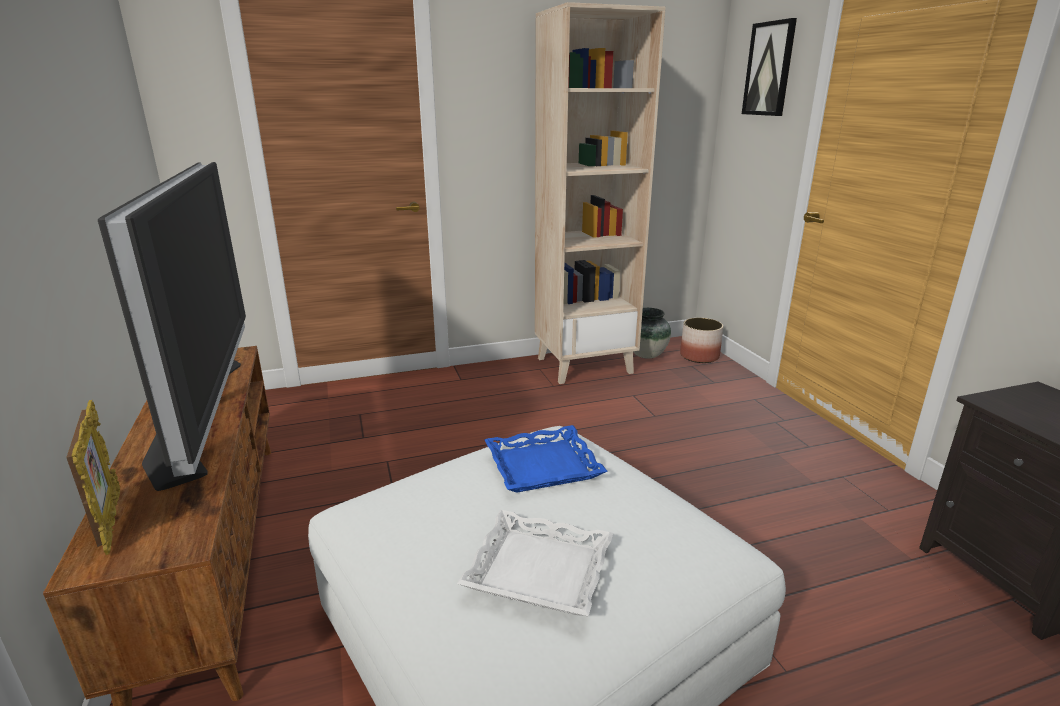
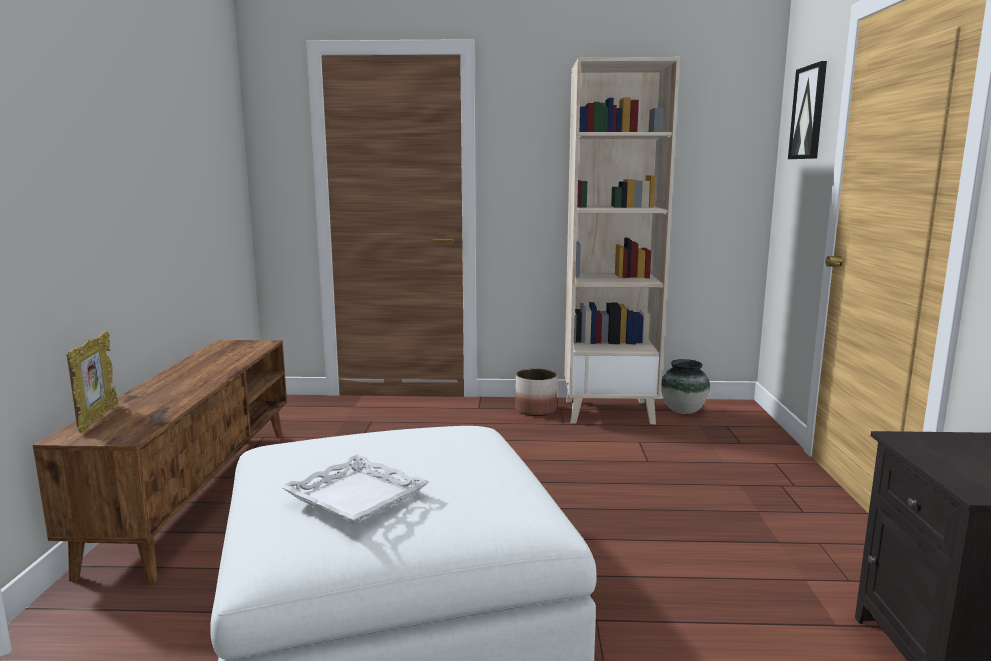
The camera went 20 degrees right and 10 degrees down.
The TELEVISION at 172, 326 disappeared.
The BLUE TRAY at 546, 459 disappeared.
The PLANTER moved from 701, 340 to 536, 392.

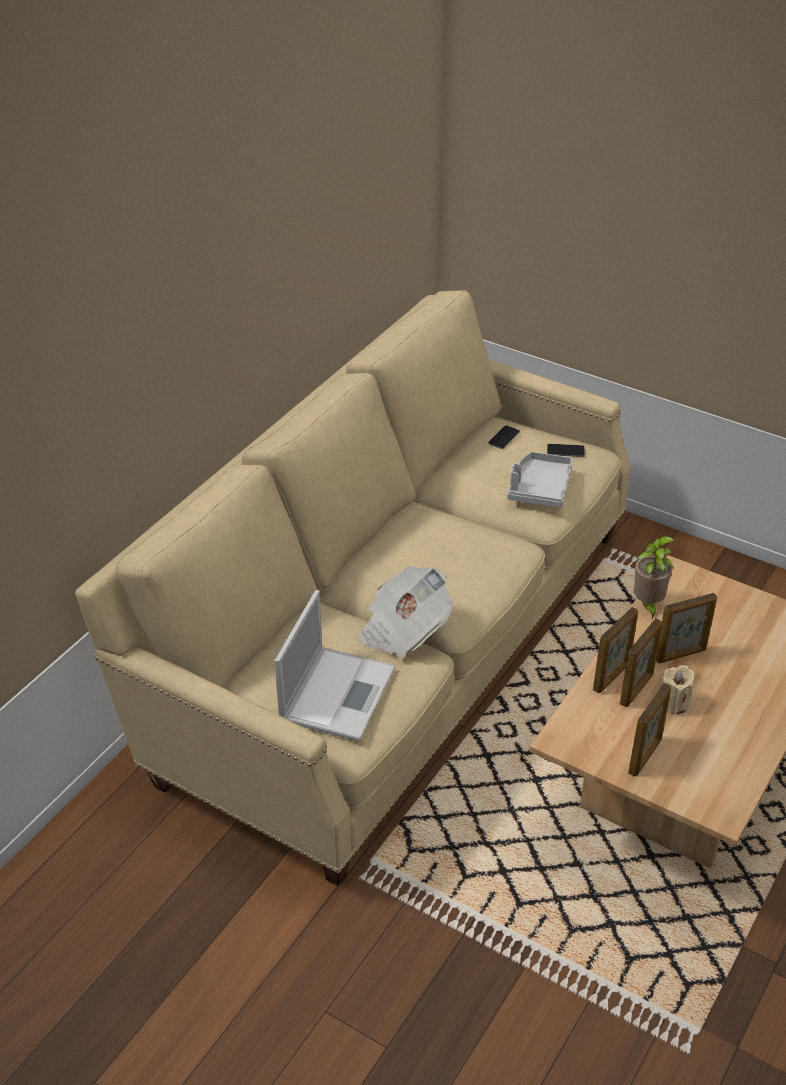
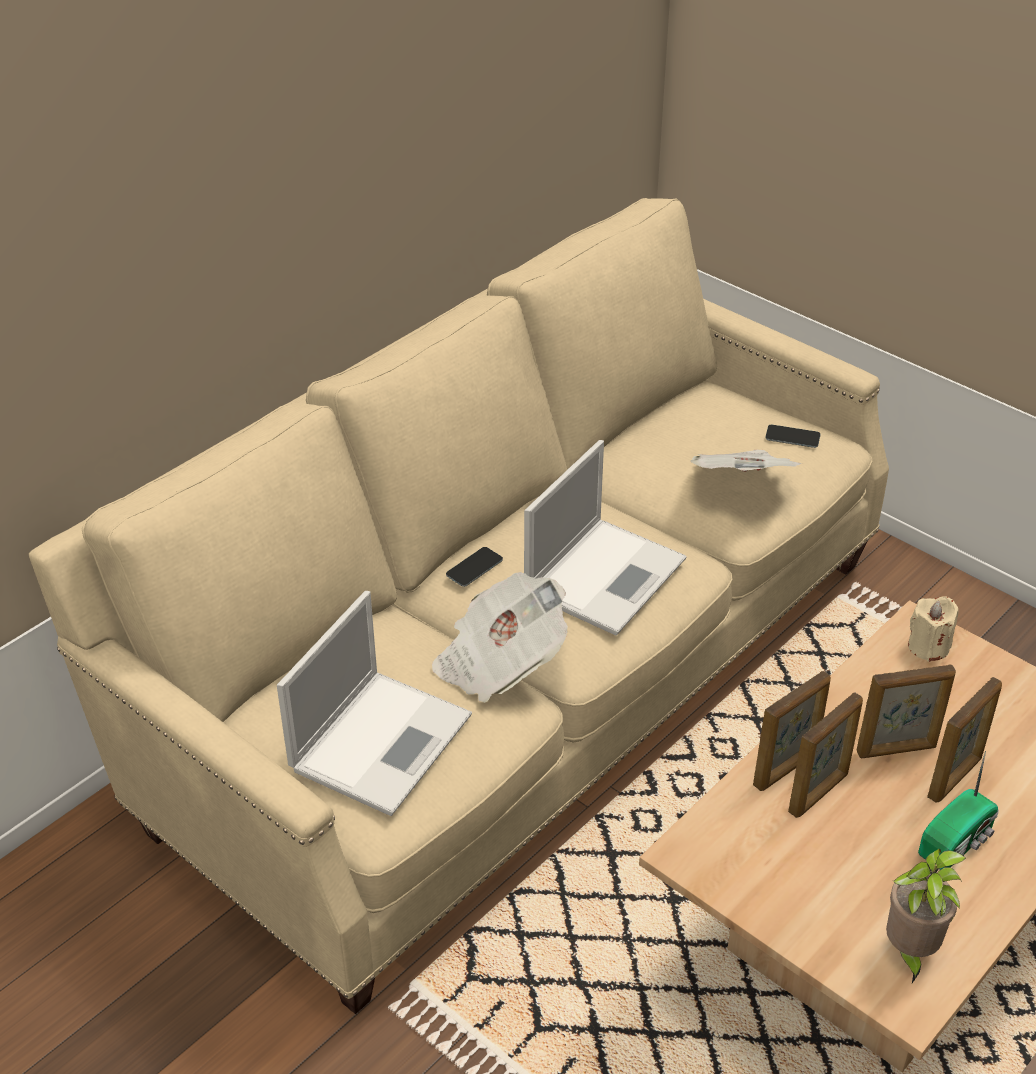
The camera went 10 degrees right and 0 degrees up.
The PHONE moved from 504, 437 to 474, 567.
The GREY TRAY at 540, 479 was replaced by the NEWSPAPER at 746, 461.
The PICTURE FRAME moved from 649, 729 to 964, 740.
The POTTED PLANT moved from 654, 577 to 926, 916.
The BEIGE CANDLE moved from 677, 690 to 933, 629.
The LAPTOP at 605, 537 appeared.
The RADIO at 958, 810 appeared.

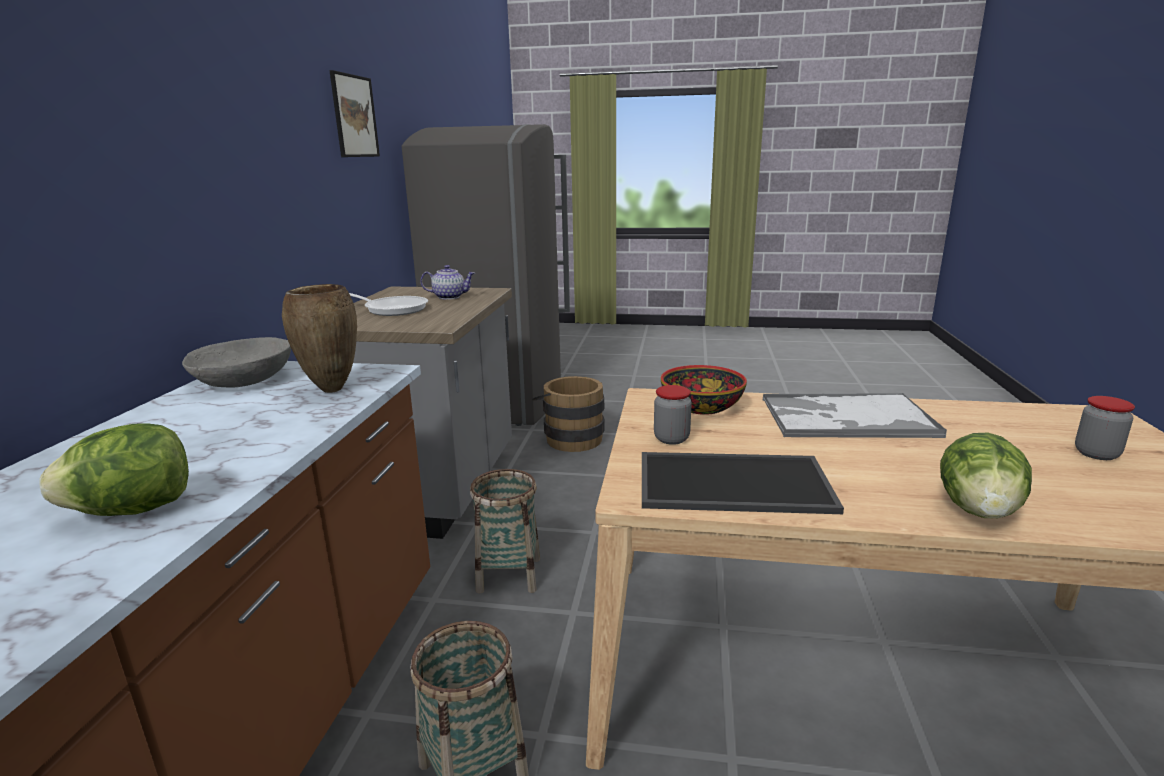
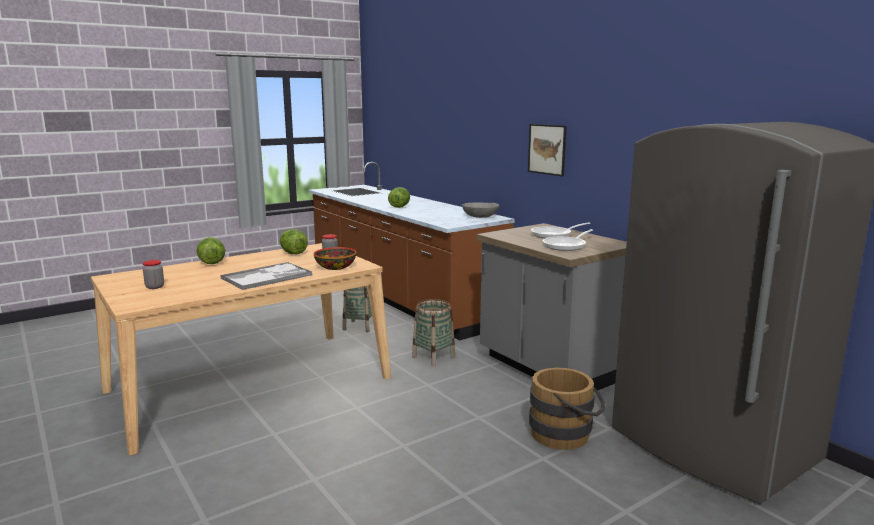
The camera went 135 degrees right and 5 degrees down.
The BROWN VASE at 319, 338 disappeared.
The PICTURE moved from 354, 113 to 547, 150.
The TEAPOT at 447, 282 was replaced by the FRYING PAN at 567, 240.
The TRAY at 743, 483 was replaced by the LETTUCE at 294, 241.

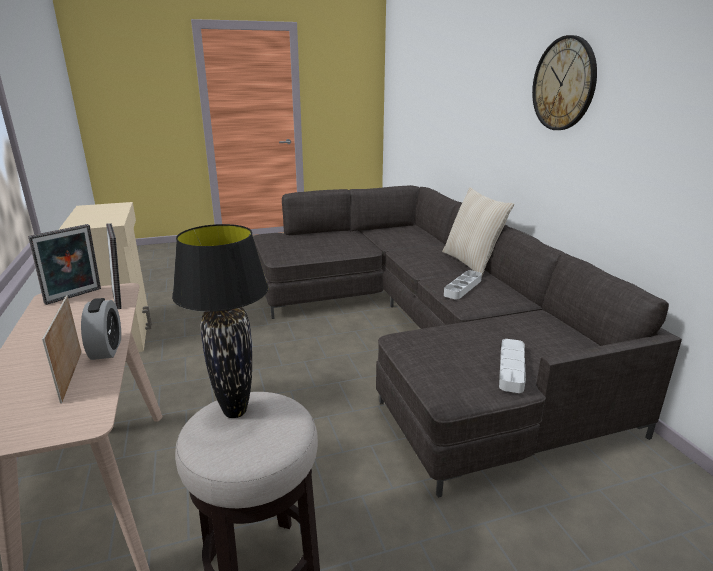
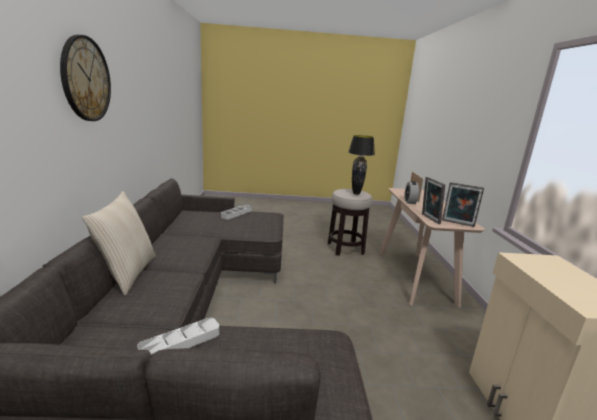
The camera went 165 degrees left and 5 degrees down.
The PICTURE FRAME at 64, 264 turned 120 degrees counterclockwise.
The GREY TRAY moved from 463, 284 to 178, 336.

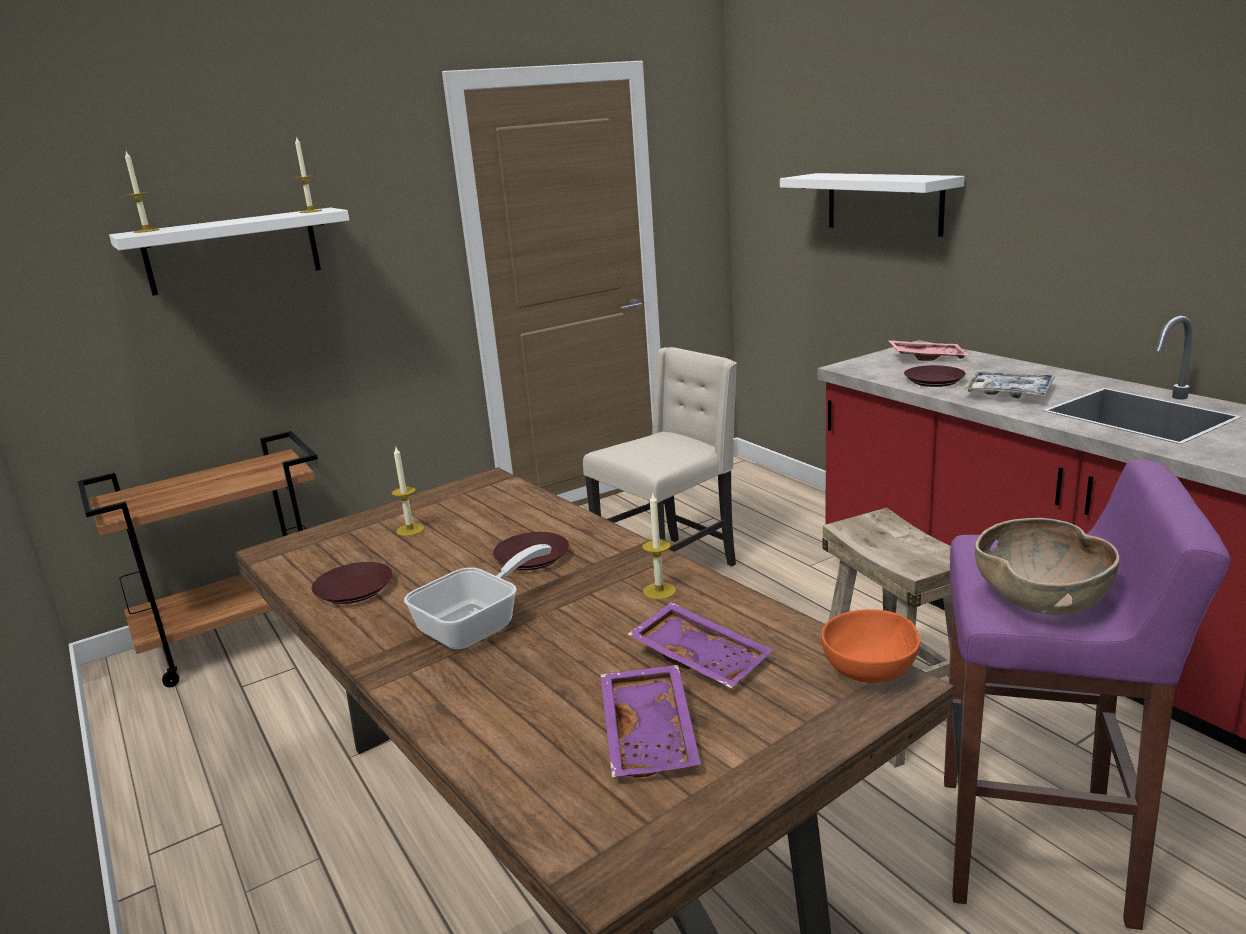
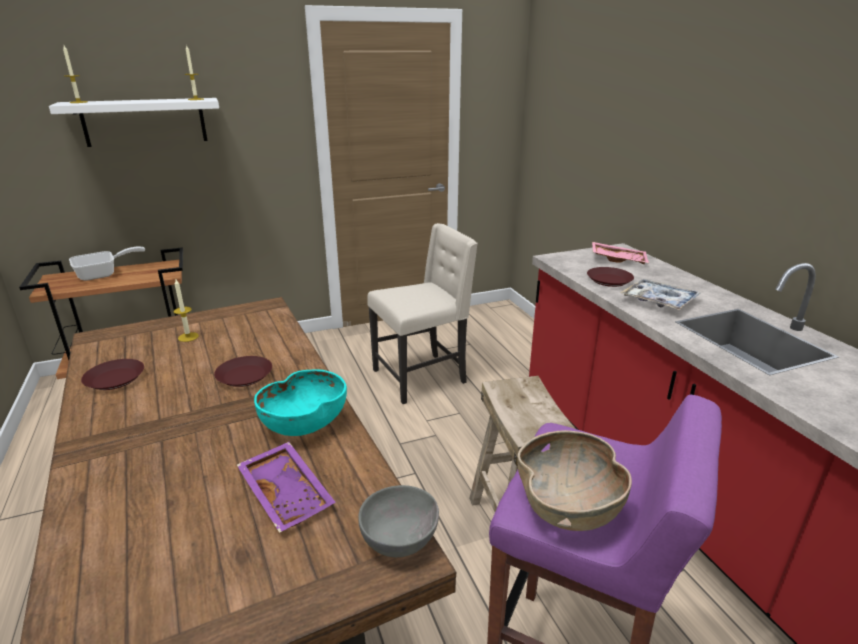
The camera went 10 degrees right and 5 degrees up.
The FRYING PAN moved from 477, 597 to 107, 264.
The PURPLE TRAY at 650, 721 disappeared.
The CANDLE at 659, 546 was replaced by the TURQUOISE BOWL at 300, 403.
The WHITE SHELF at 872, 205 disappeared.
The ORANGE BOWL at 870, 646 became the GREY BOWL at 398, 521.

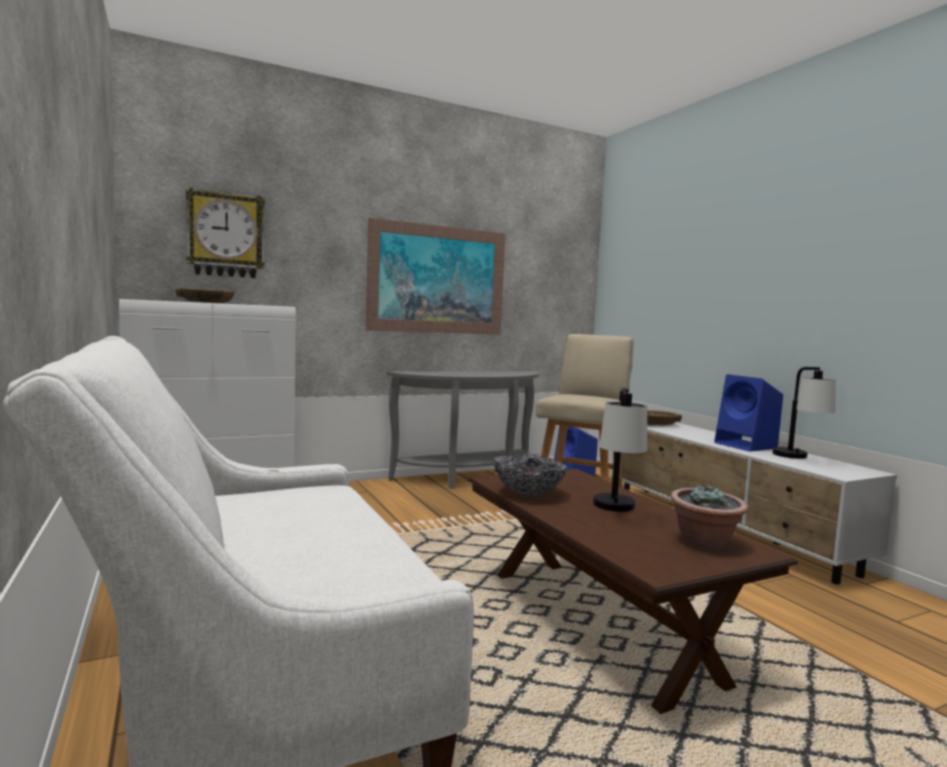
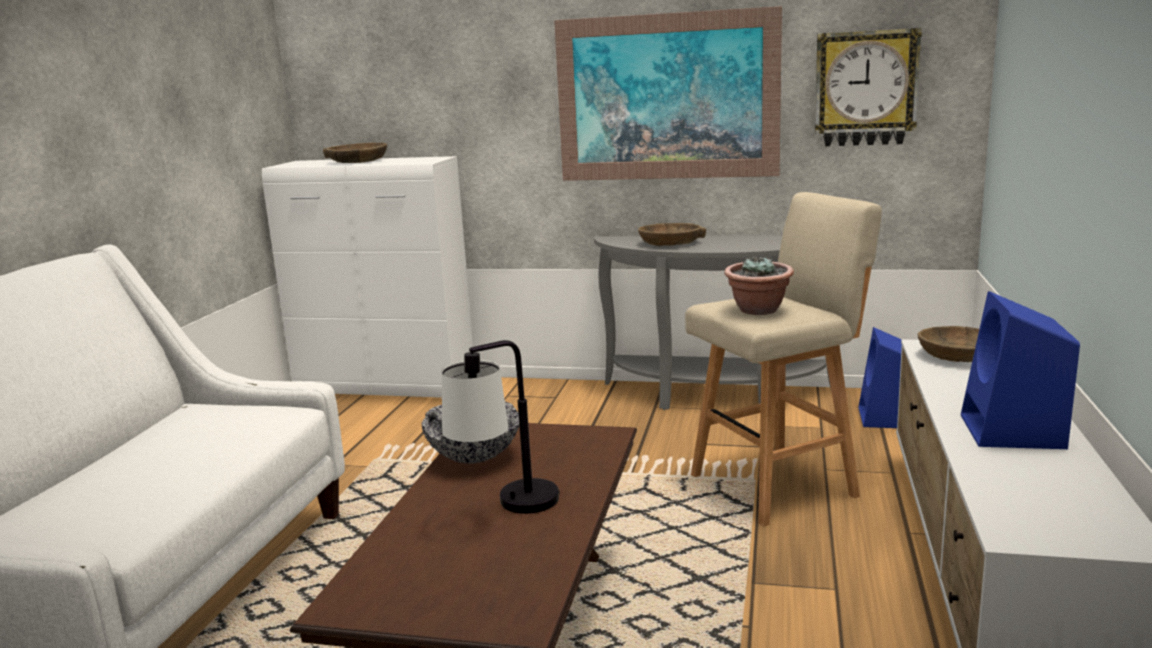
The camera went 40 degrees right and 10 degrees up.
The WALL CLOCK moved from 225, 232 to 868, 87.
The POTTED PLANT moved from 709, 516 to 759, 285.
The TABLE LAMP at 804, 413 disappeared.
The BROWN BOWL at 672, 234 appeared.

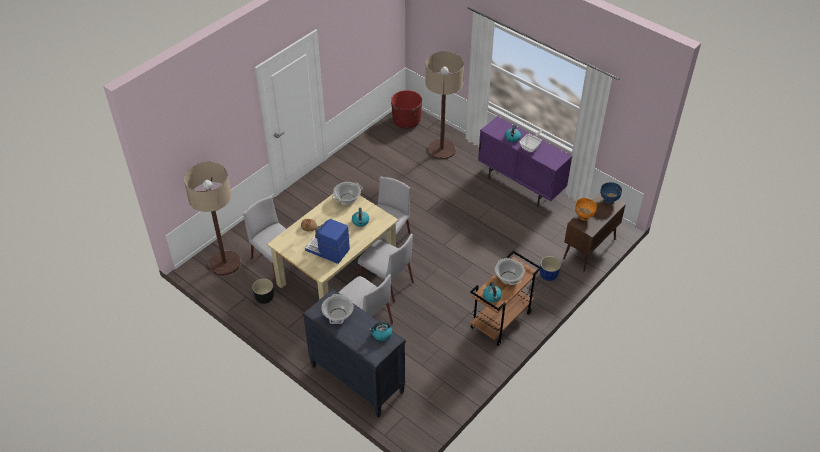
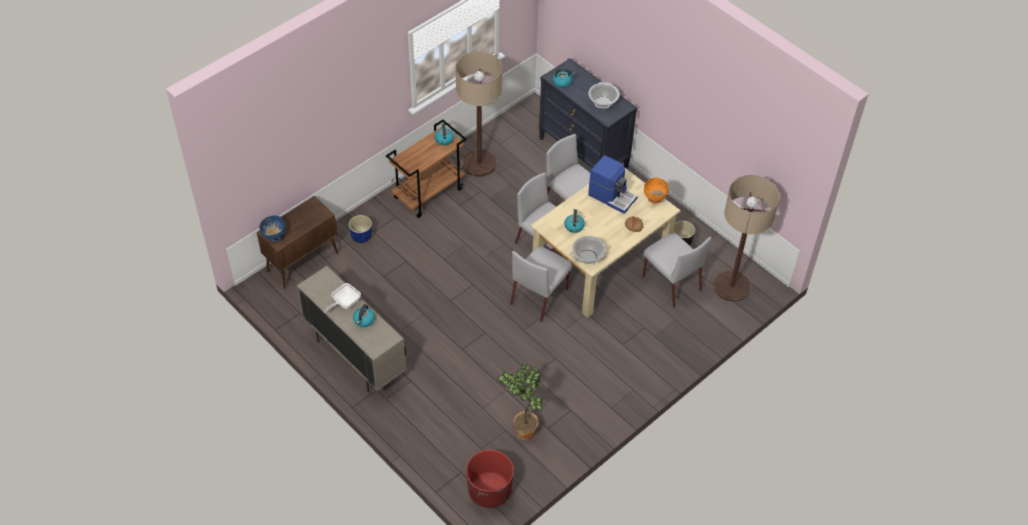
The camera went 175 degrees left and 5 degrees up.
The FLOOR LAMP moved from 444, 105 to 479, 114.
The PURPLE CABINET at 525, 161 became the BEIGE CABINET at 351, 329.
The COOKING POT at 510, 271 disappeared.
The ORANGE BOWL moved from 586, 209 to 656, 191.
The POTTED PLANT at 520, 401 appeared.

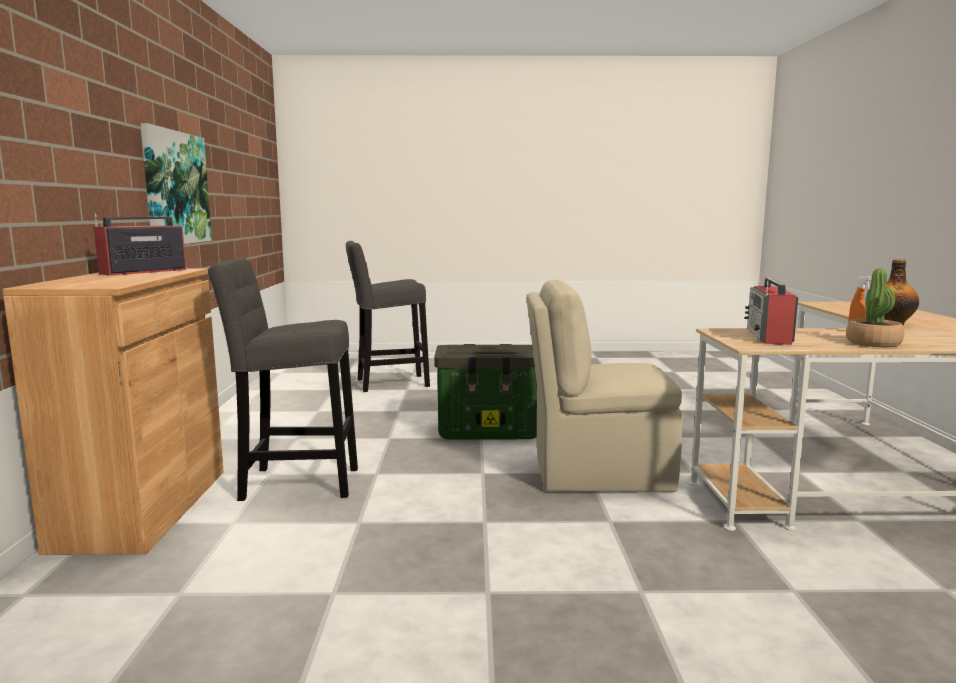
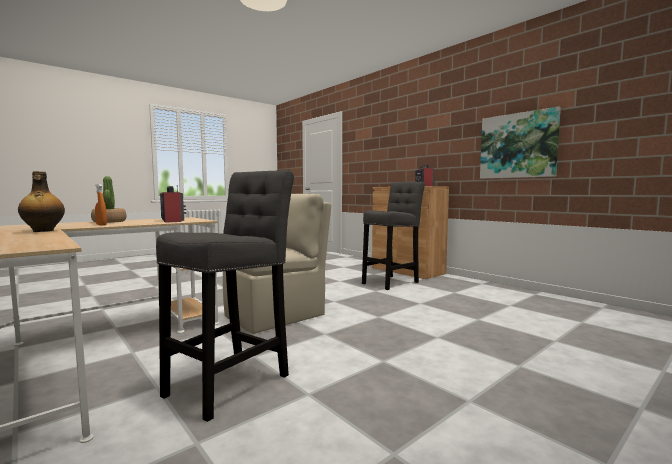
The camera went 140 degrees right and 5 degrees down.
The GREY STOOL moved from 388, 316 to 225, 296.
The STORAGE BOX at 485, 392 disappeared.

